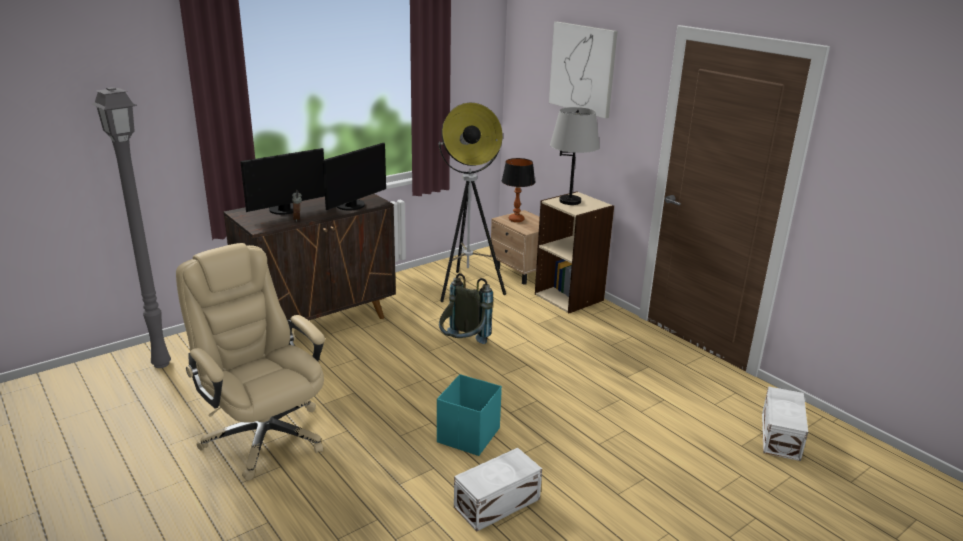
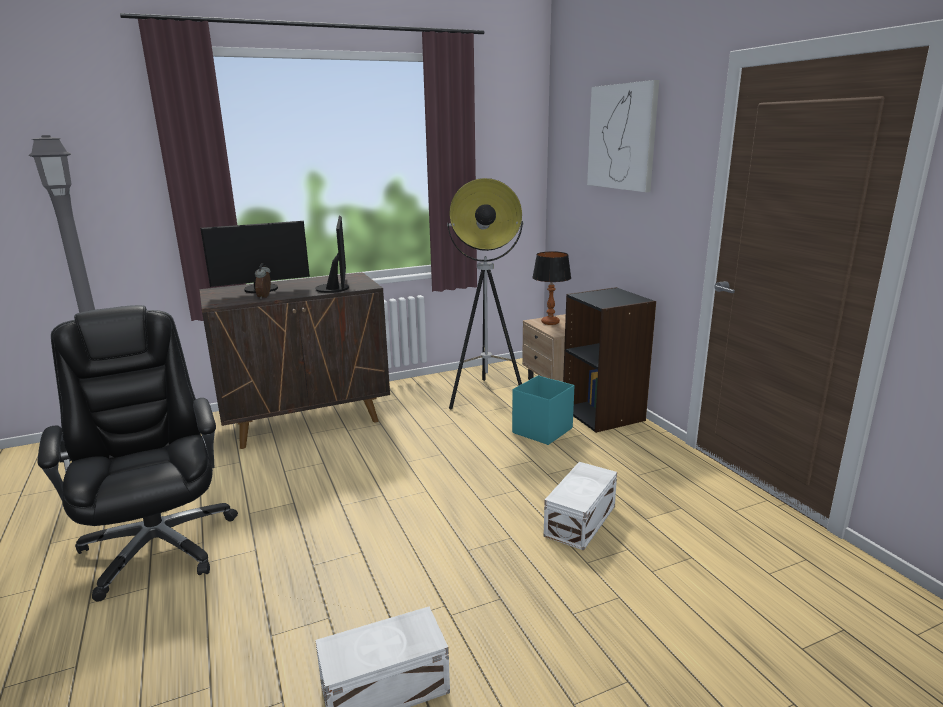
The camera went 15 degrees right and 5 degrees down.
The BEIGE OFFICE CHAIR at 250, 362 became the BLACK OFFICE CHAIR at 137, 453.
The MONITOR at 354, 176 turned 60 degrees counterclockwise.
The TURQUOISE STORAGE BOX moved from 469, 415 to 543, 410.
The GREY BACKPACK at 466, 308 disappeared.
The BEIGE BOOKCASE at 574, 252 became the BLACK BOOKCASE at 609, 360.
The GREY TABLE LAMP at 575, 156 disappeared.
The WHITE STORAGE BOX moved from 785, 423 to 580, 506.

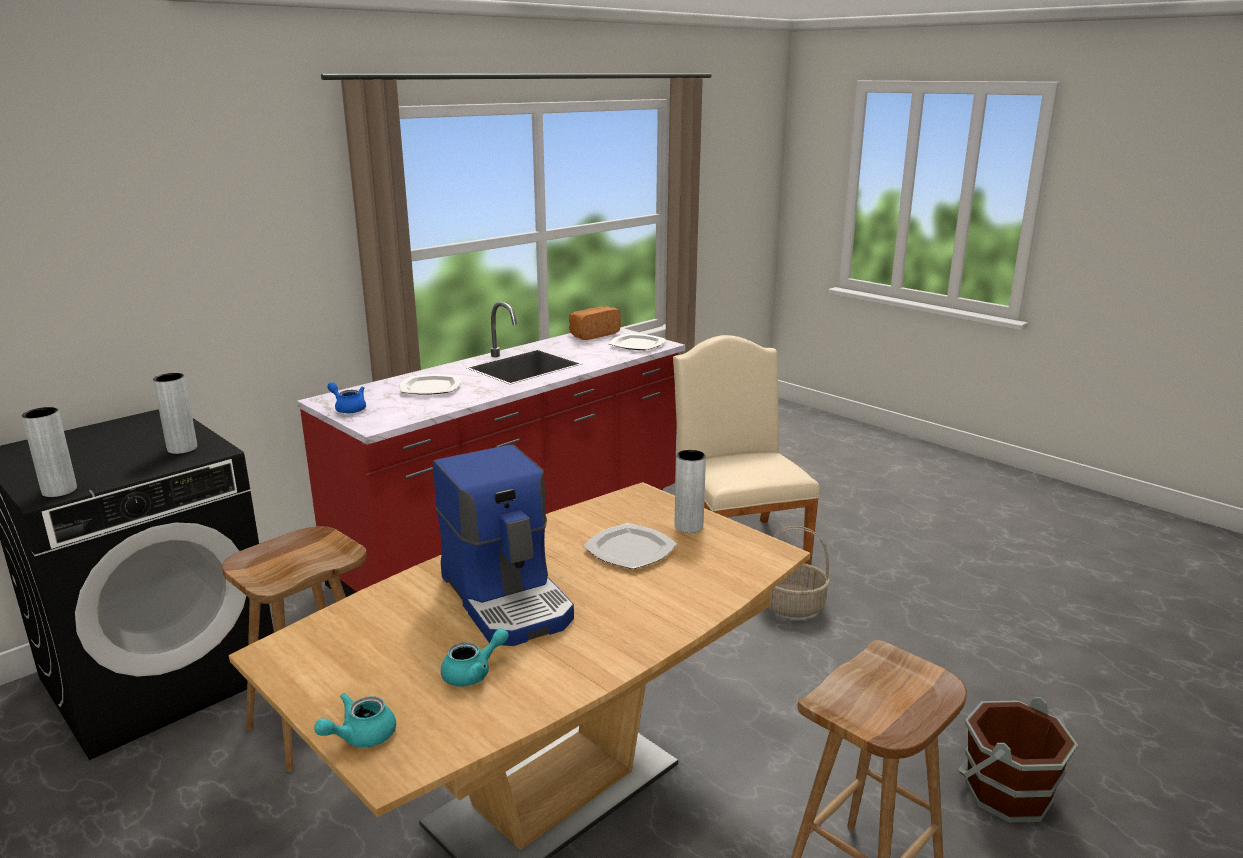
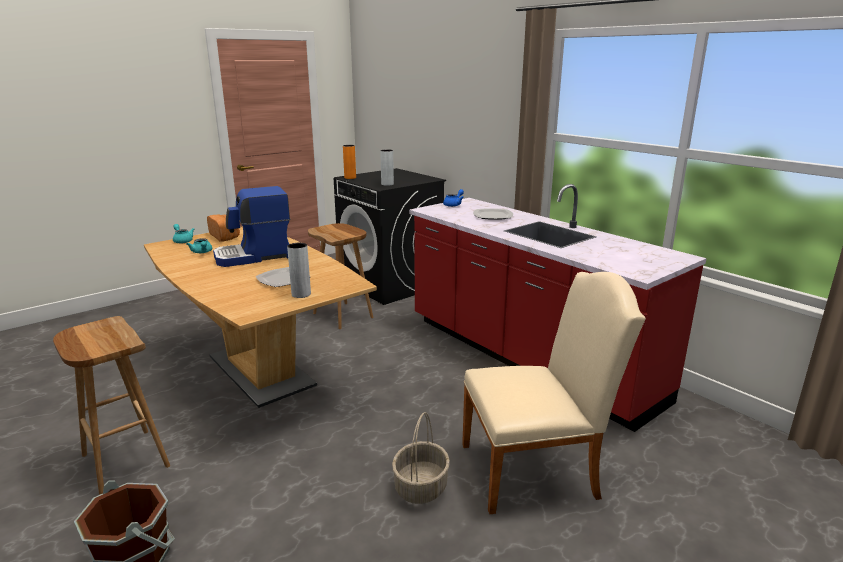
The camera went 95 degrees right and 0 degrees up.
The GREY VASE at 49, 452 became the ORANGE VASE at 349, 162.
The BREAD moved from 595, 323 to 223, 228.
The PLATE at 637, 342 disappeared.

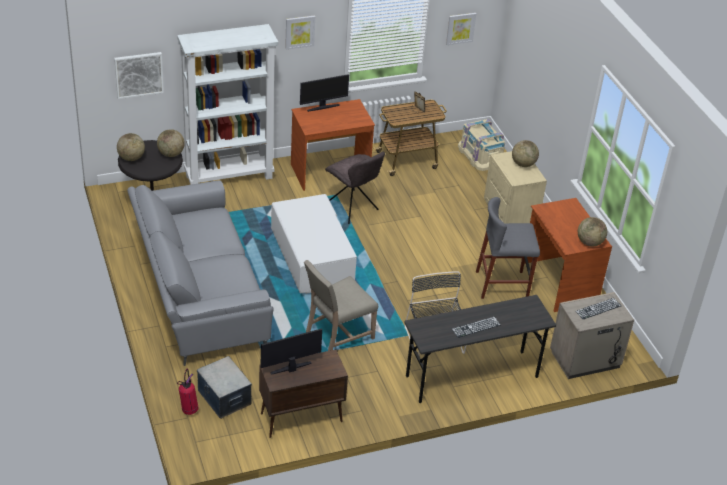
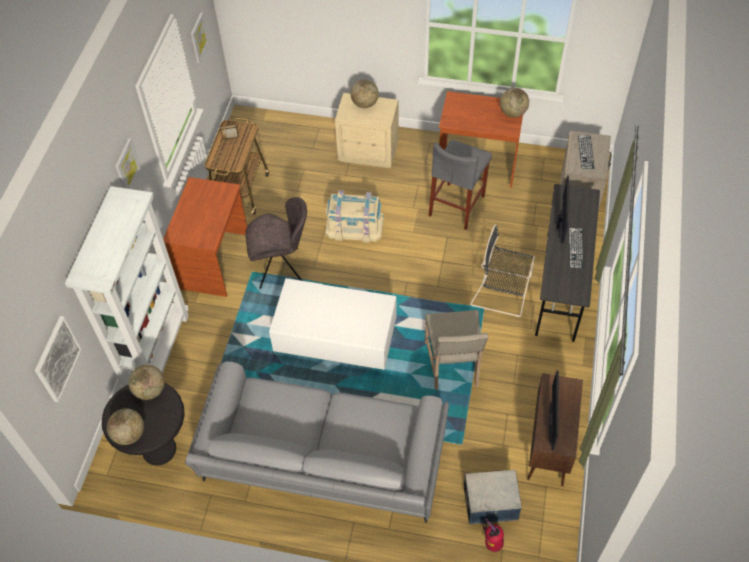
The camera went 55 degrees left and 15 degrees up.
The MONITOR moved from 324, 93 to 562, 210.
The BEIGE STORAGE BOX moved from 481, 145 to 354, 216.

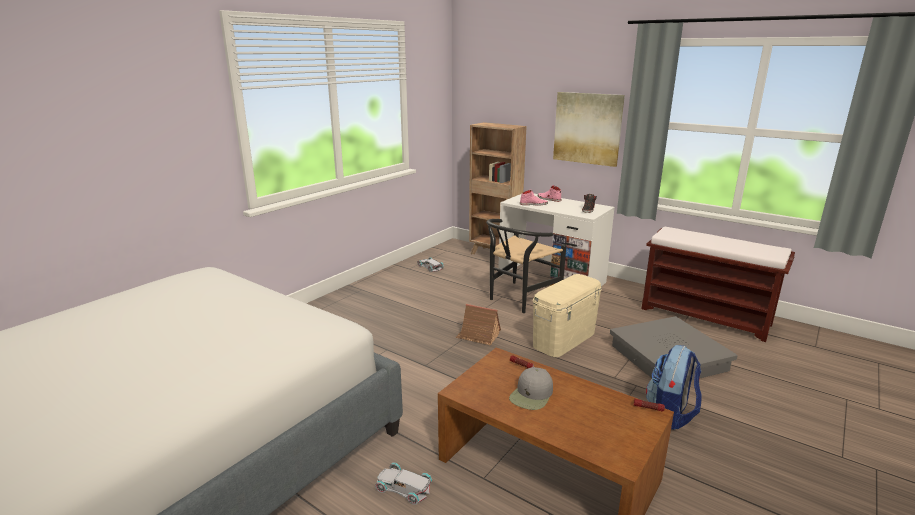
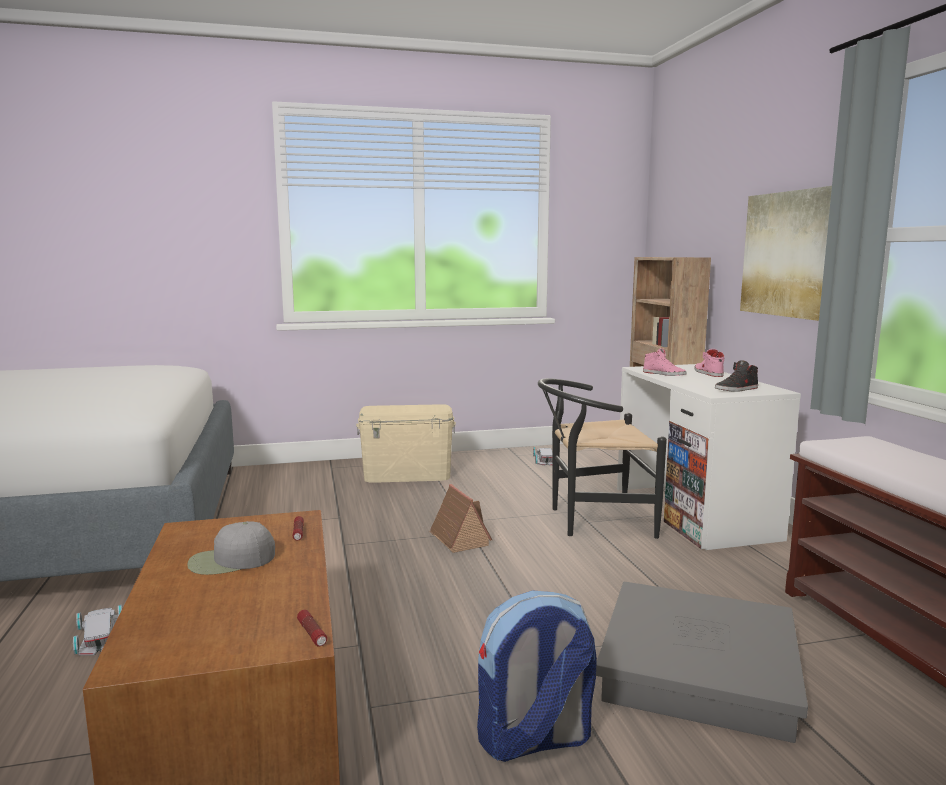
The camera went 40 degrees right and 10 degrees down.
The BEIGE STORAGE BOX moved from 567, 315 to 406, 443.

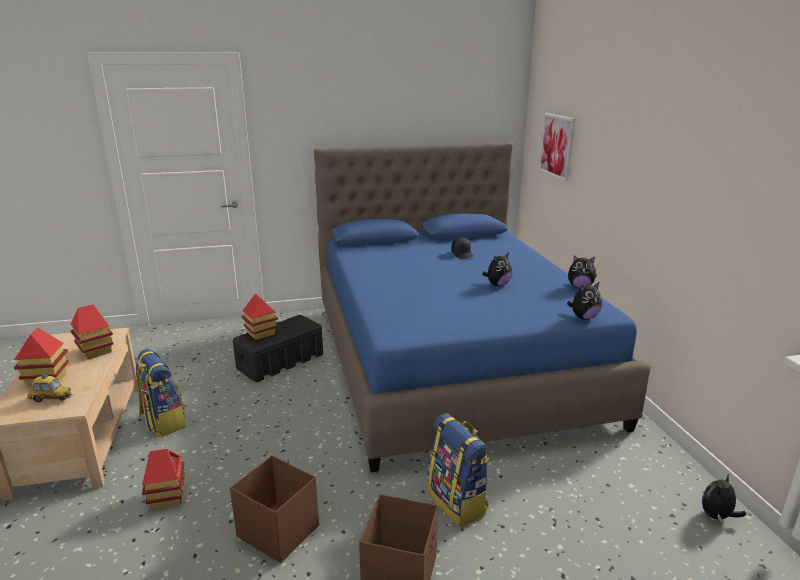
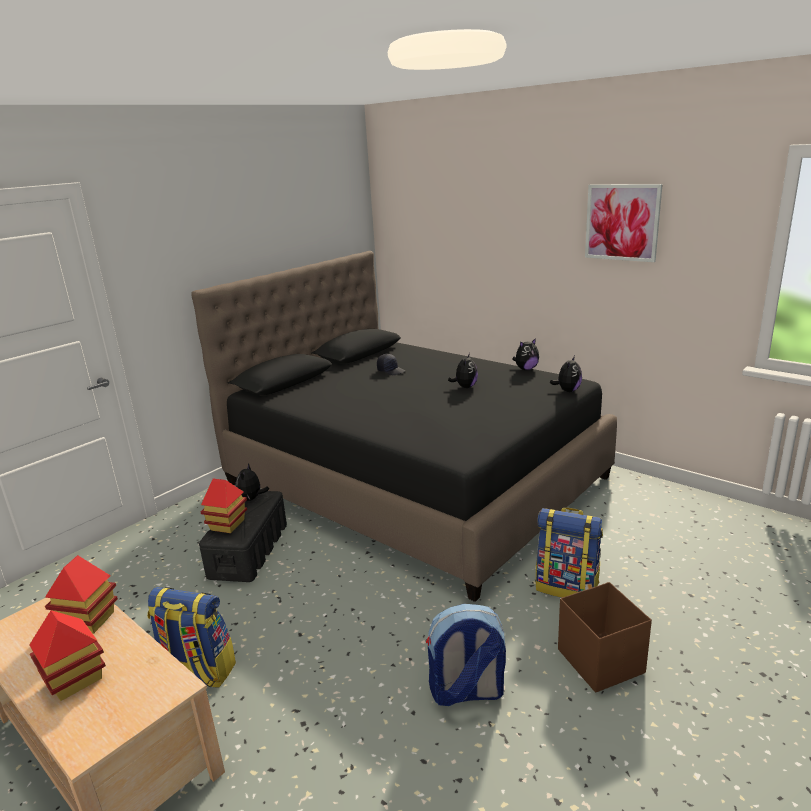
The camera went 35 degrees left and 0 degrees up.
The TOY CAR at 50, 388 disappeared.
The TOY HOUSE at 163, 479 disappeared.
The BROWN STORAGE BOX at 274, 509 was replaced by the BACKPACK at 466, 655.
The BLUE BED at 482, 307 became the BLACK BED at 404, 426.
The PICTURE moved from 557, 147 to 624, 223.
The PLUSH TOY moved from 724, 498 to 252, 482.

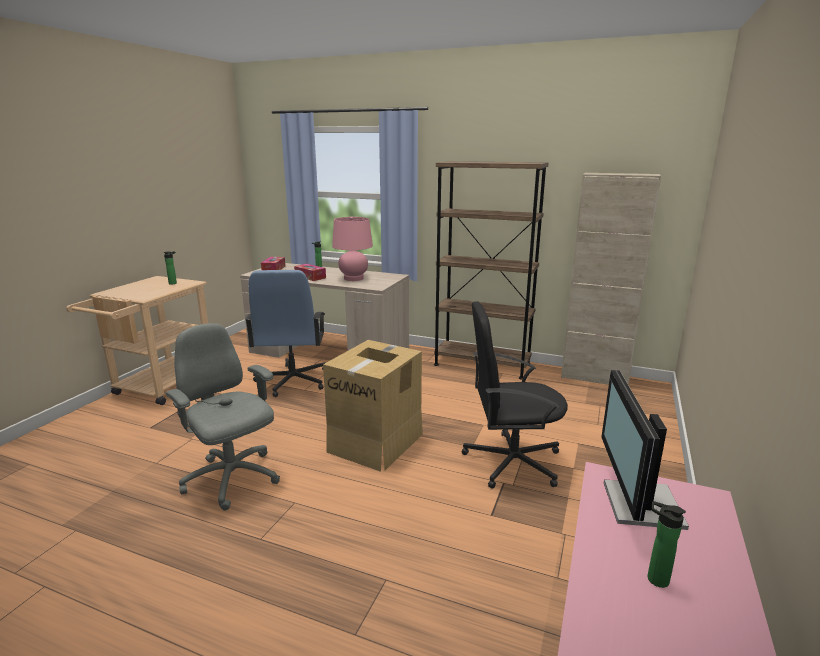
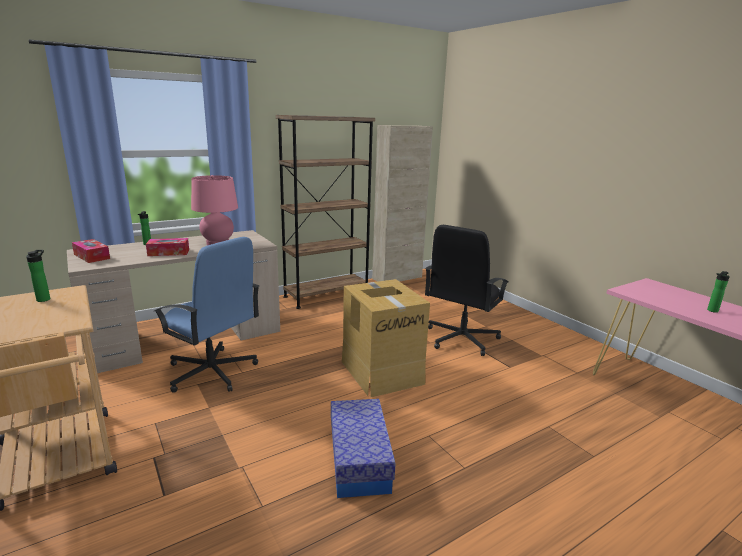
The camera went 55 degrees left and 0 degrees up.
The GREY OFFICE CHAIR at 223, 416 was replaced by the STORAGE BOX at 363, 448.
The MONITOR at 645, 450 disappeared.

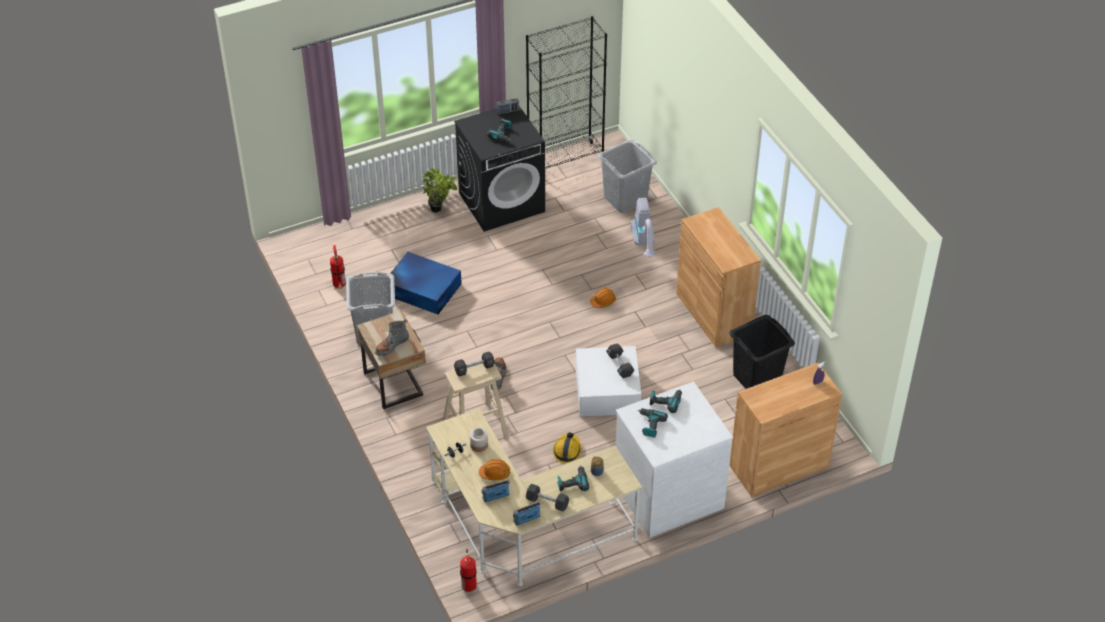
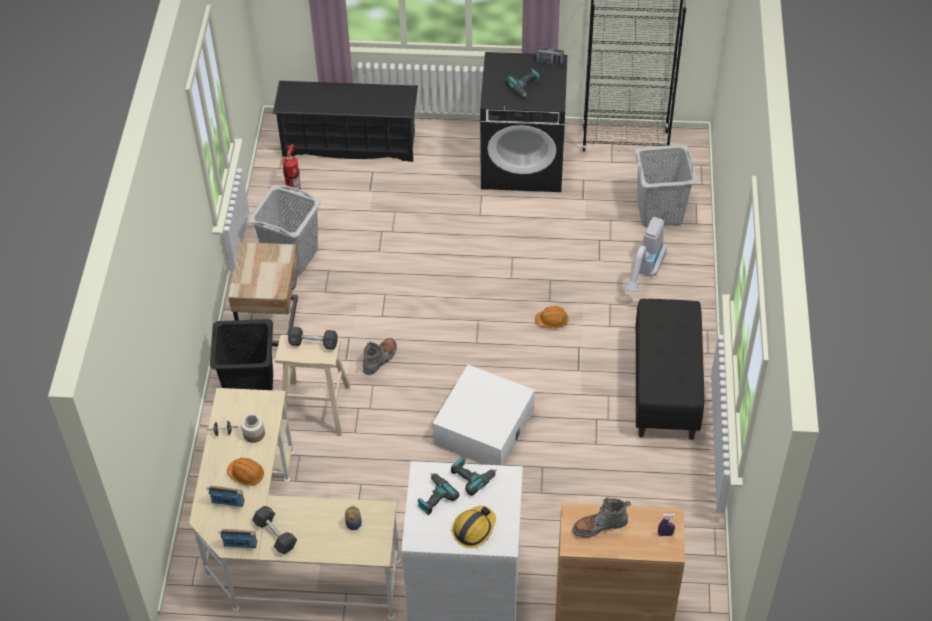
The camera went 30 degrees right and 5 degrees up.
The GREY BOOT moved from 392, 337 to 601, 518.
The BLUE STORAGE BOX at 424, 283 disappeared.
The POTTED PLANT at 439, 190 disappeared.
The FIRE EXTINGUISHER at 468, 570 disappeared.
The HARD HAT moved from 567, 448 to 474, 527.
The POWER DRILL at 573, 478 disappeared.
The BLACK DUMBBELL at 620, 360 disappeared.
The BROWN CABINET at 718, 277 was replaced by the BLACK BENCH at 670, 369.
The BLACK LAUNDRY BASKET moved from 762, 352 to 241, 354.
The BLACK SHOE RACK at 345, 121 appeared.

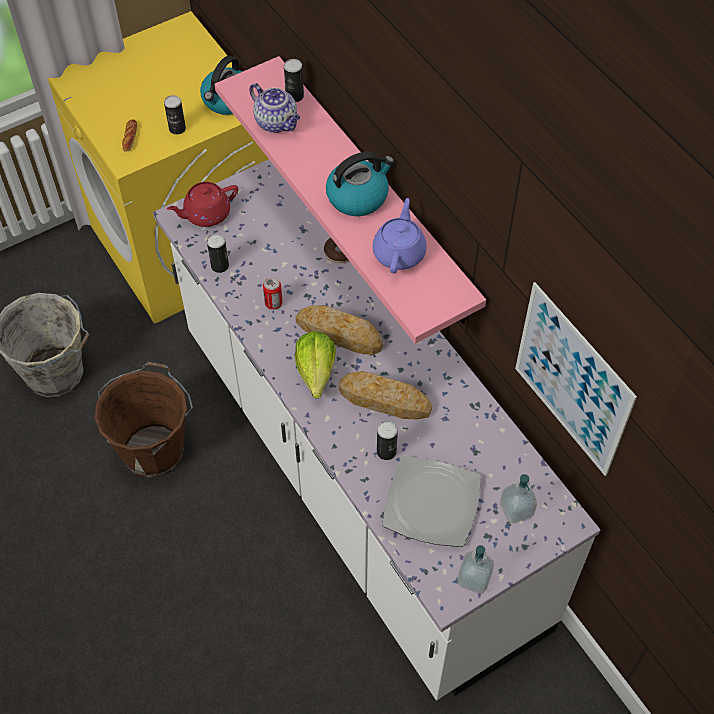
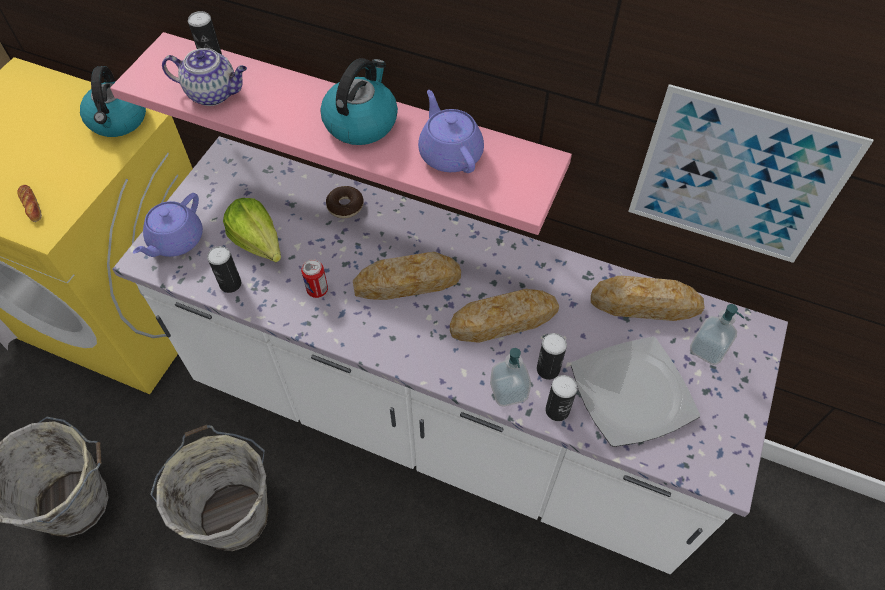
The camera went 35 degrees left and 0 degrees up.
The BROWN BUCKET at 143, 420 became the GREY BUCKET at 209, 487.
The CAN moved from 175, 115 to 562, 398.
The RED TEAPOT at 202, 204 became the PURPLE TEAPOT at 168, 225.
The LETTUCE moved from 315, 365 to 252, 230.
The SOAP DISPENSER moved from 475, 569 to 510, 377.
The BREAD at 648, 298 appeared.

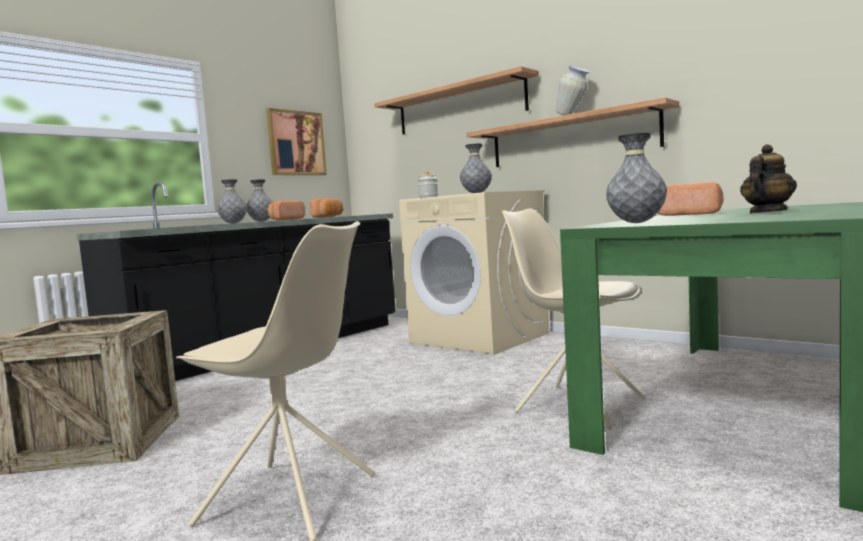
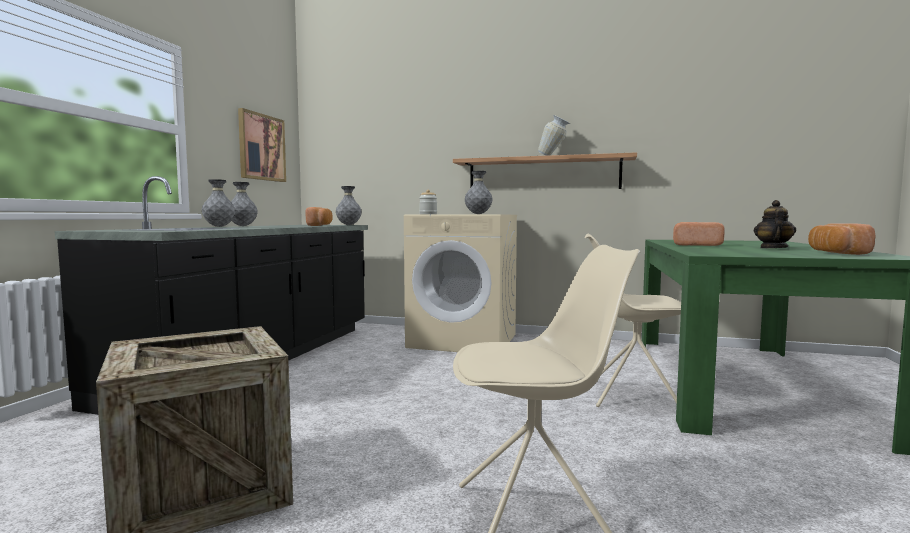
The camera went 25 degrees left and 0 degrees up.
The BREAD moved from 286, 210 to 842, 239.
The SHELF at 456, 100 disappeared.
The GREY VASE moved from 636, 178 to 349, 205.

